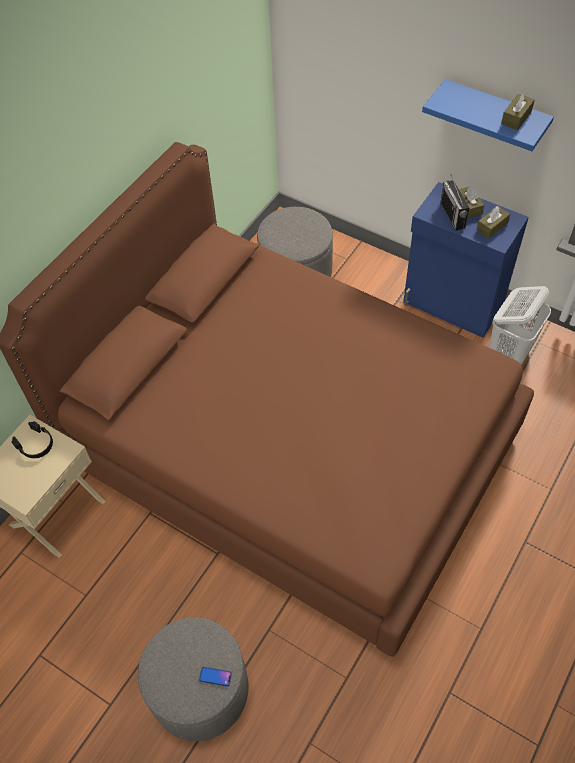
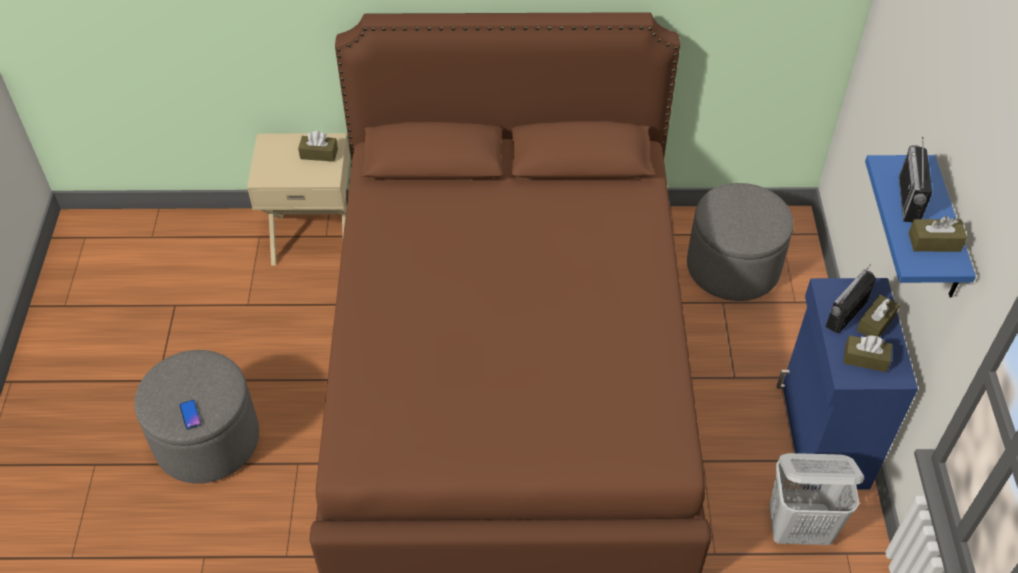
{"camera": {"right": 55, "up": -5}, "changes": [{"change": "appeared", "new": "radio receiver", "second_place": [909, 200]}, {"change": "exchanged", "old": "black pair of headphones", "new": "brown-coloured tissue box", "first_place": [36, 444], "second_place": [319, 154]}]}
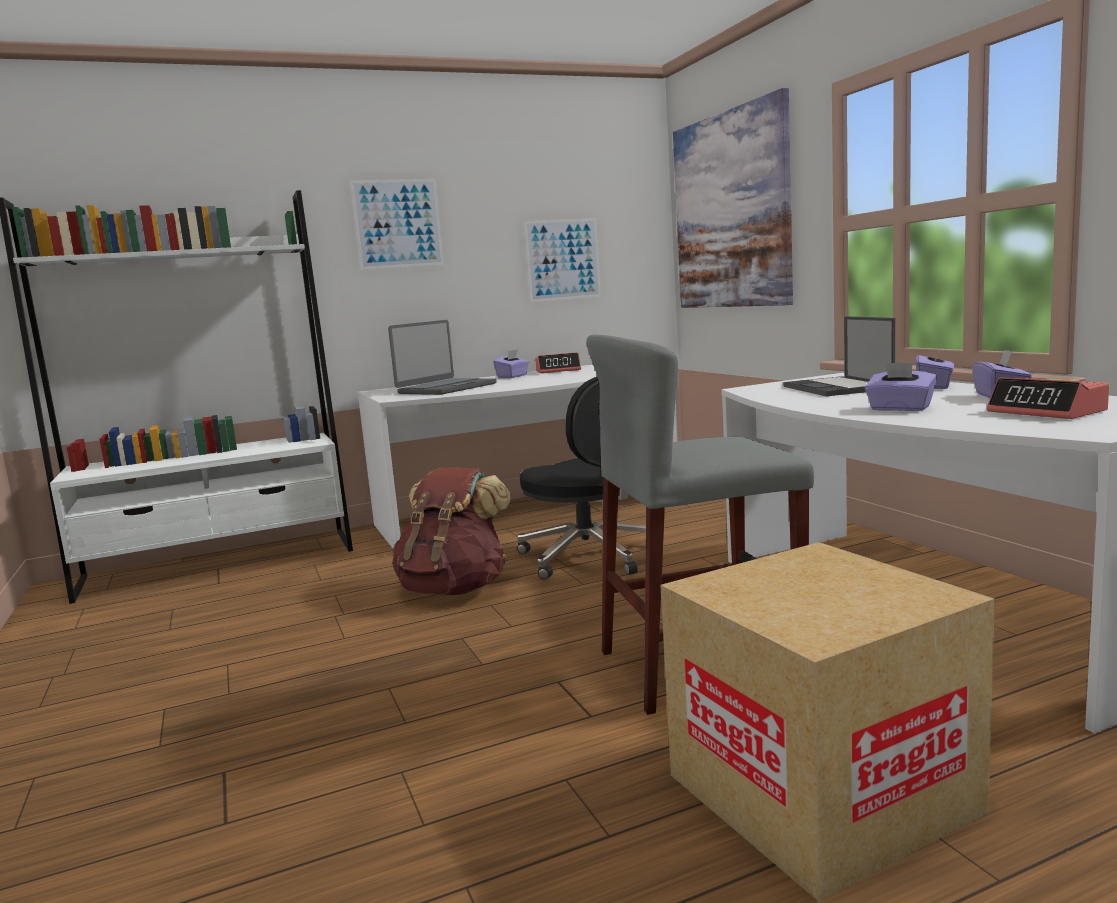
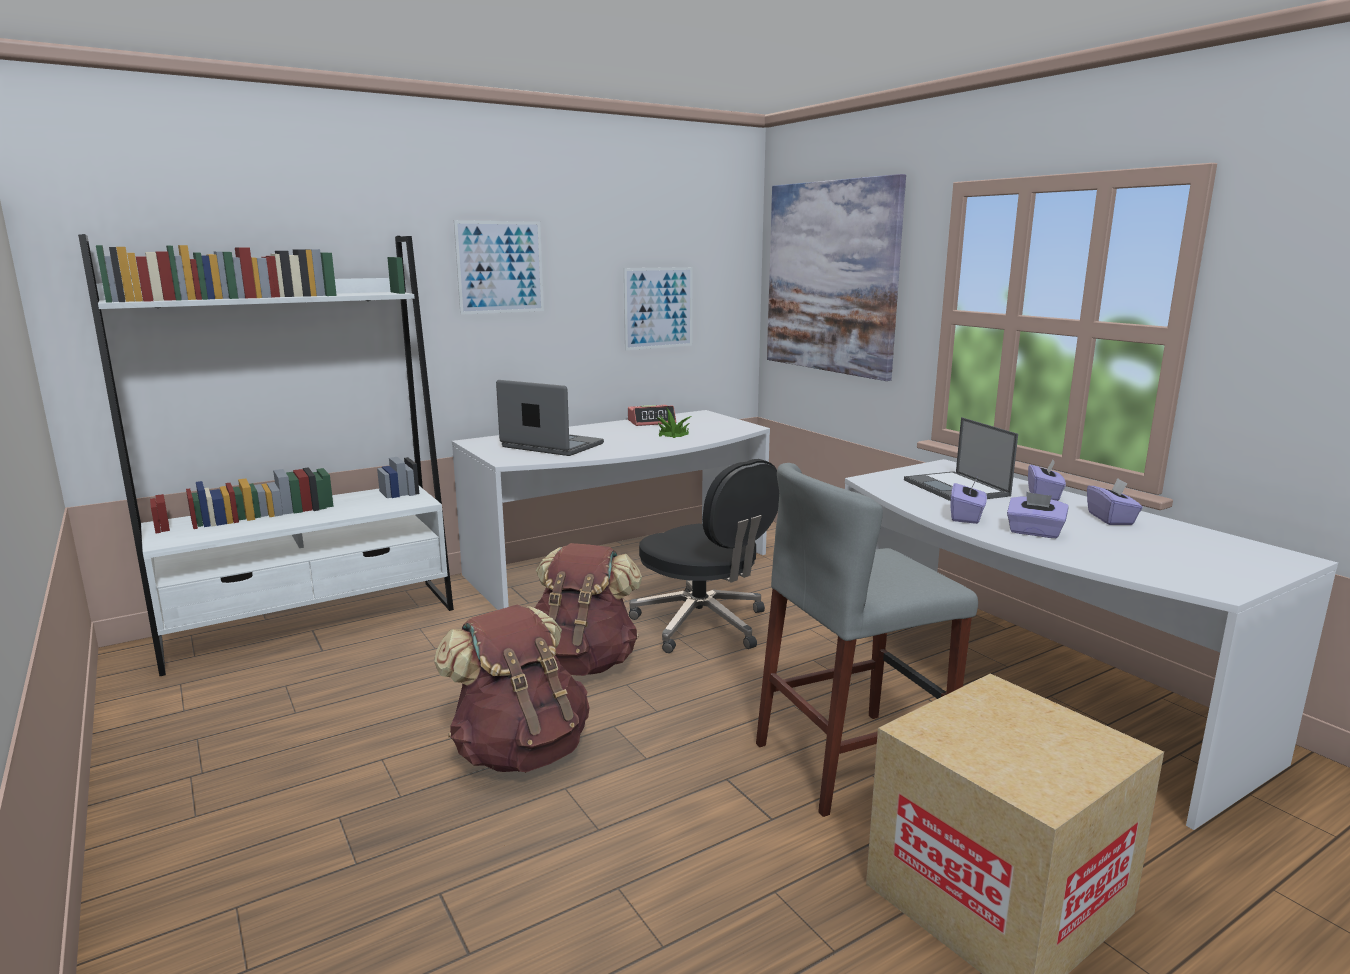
{"camera": {"right": -10, "up": 5}, "changes": [{"change": "missing", "old": "bedside clock", "first_place": [1047, 412]}, {"change": "appeared", "new": "brown-coloured knapsack", "second_place": [520, 750]}, {"change": "appeared", "new": "potted plant", "second_place": [673, 434]}, {"change": "relocated", "old": "purple tissue box", "first_place": [513, 376], "second_place": [966, 517]}, {"change": "spun", "old": "notebook computer", "first_place": [446, 388], "second_place": [551, 446], "degrees": -90}]}
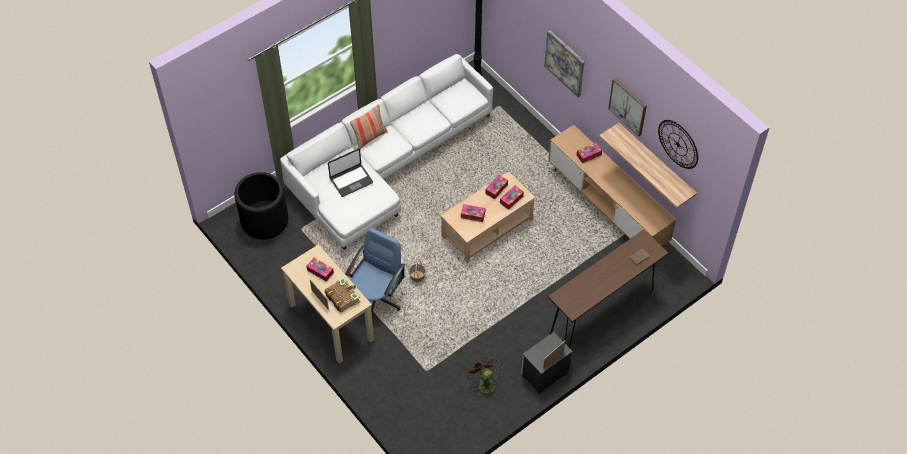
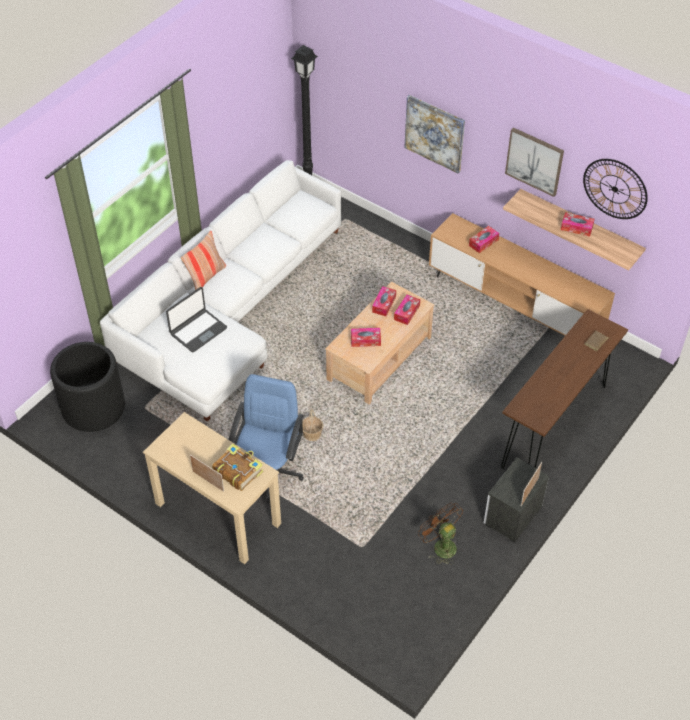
{"camera": {"right": -15, "up": -5}, "changes": [{"change": "relocated", "old": "tissue box", "first_place": [320, 271], "second_place": [576, 228]}]}
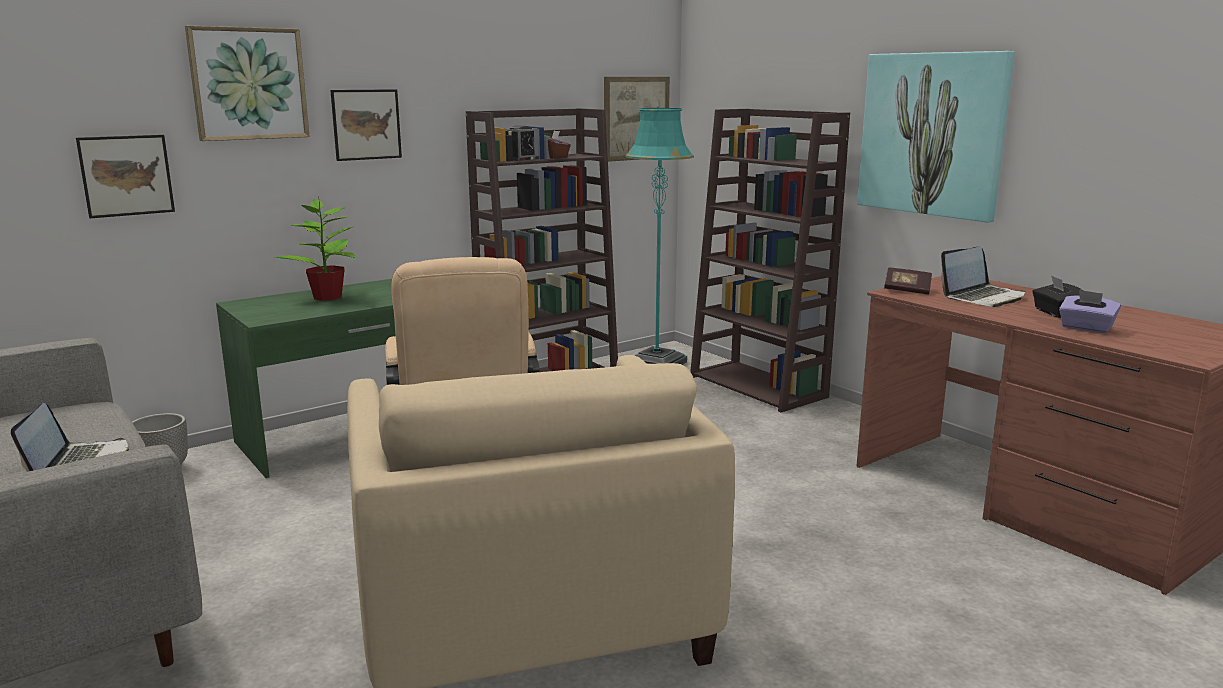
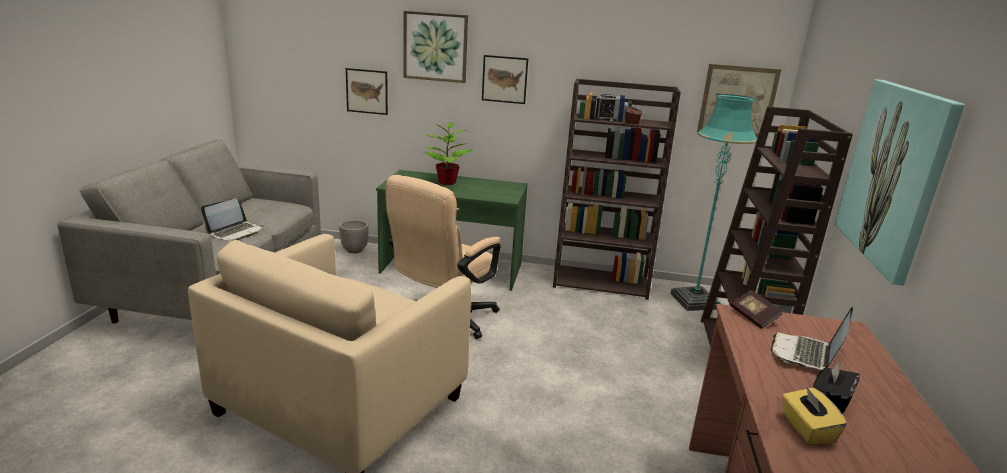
{"camera": {"right": 45, "up": 5}, "changes": [{"change": "colour", "old": "purple tissue box", "new": "yellow tissue box", "first_place": [1086, 328], "second_place": [806, 429]}, {"change": "spun", "old": "notebook computer", "first_place": [983, 297], "second_place": [806, 354], "degrees": 105}]}
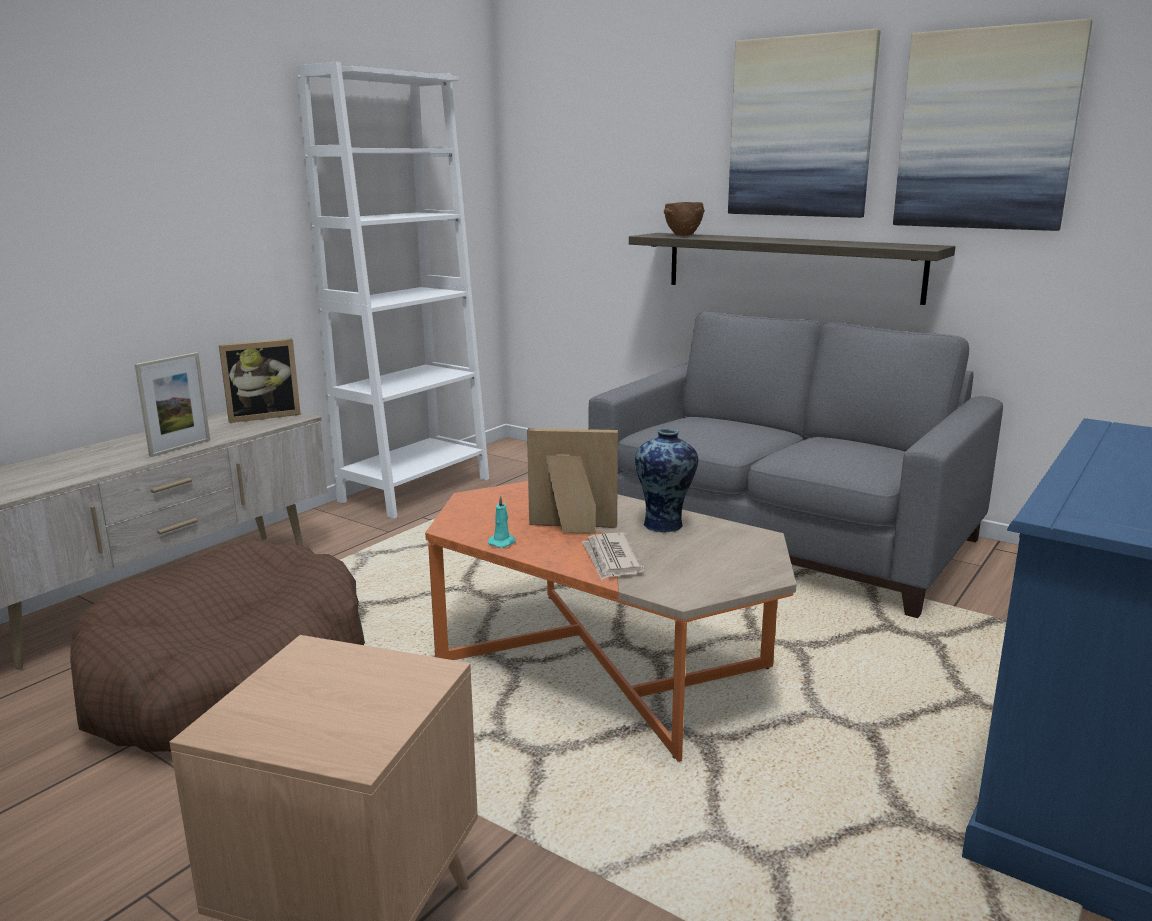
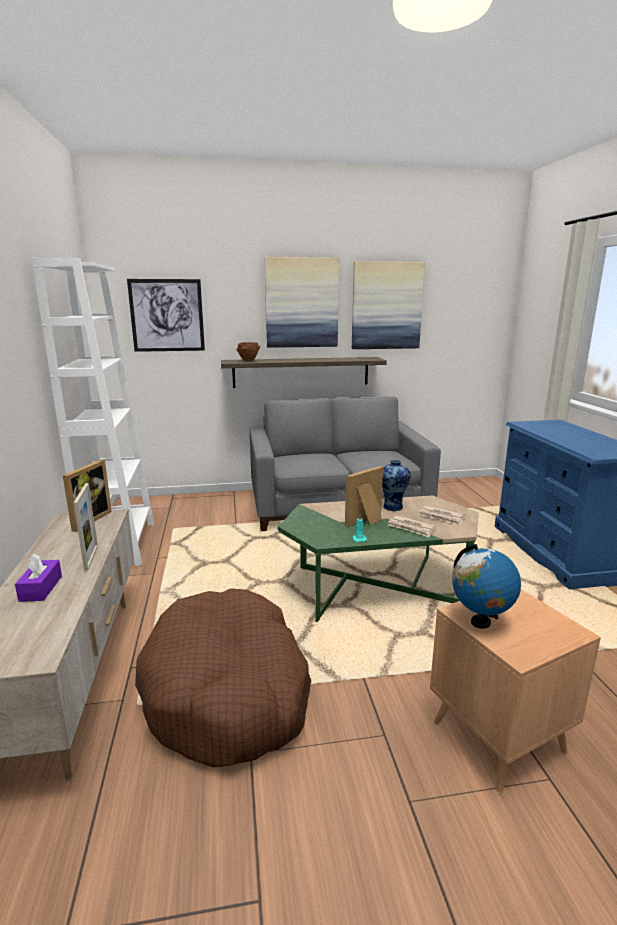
{"camera": {"right": -45, "up": 0}, "changes": [{"change": "appeared", "new": "purple tissue box", "second_place": [41, 588]}, {"change": "appeared", "new": "picture", "second_place": [167, 315]}, {"change": "appeared", "new": "printed paper", "second_place": [441, 517]}, {"change": "appeared", "new": "globe", "second_place": [480, 622]}, {"change": "colour", "old": "orange coffee table", "new": "greenish coffee table", "first_place": [603, 666], "second_place": [377, 586]}]}
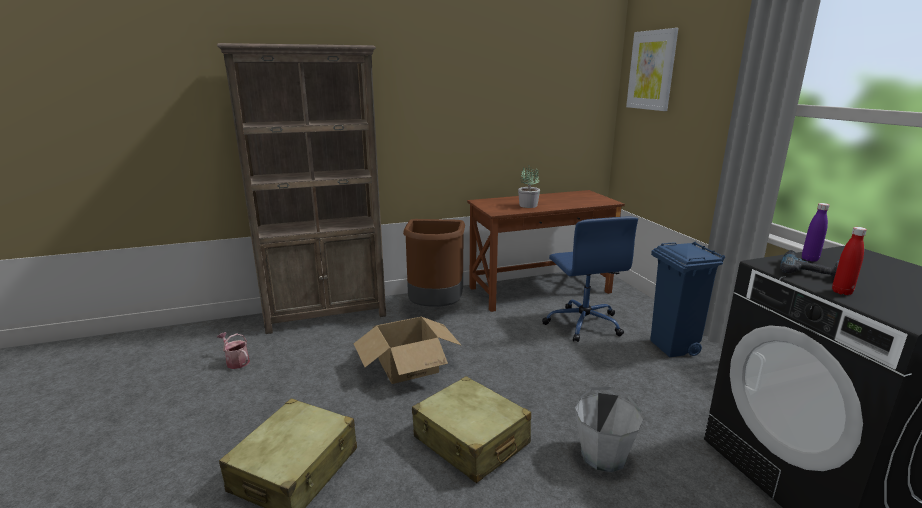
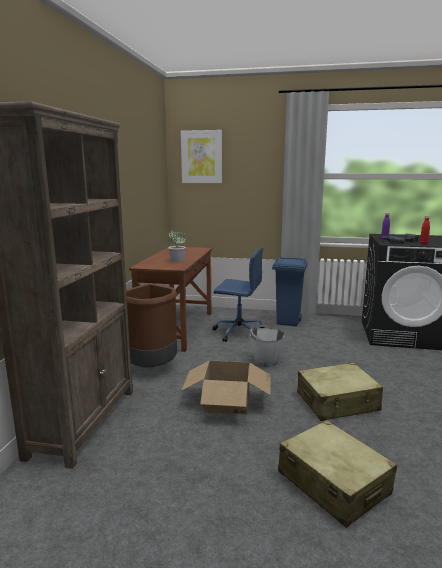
{"camera": {"right": -60, "up": -5}, "changes": [{"change": "missing", "old": "watering can", "first_place": [236, 361]}, {"change": "relocated", "old": "grey bucket", "first_place": [603, 455], "second_place": [266, 361]}]}
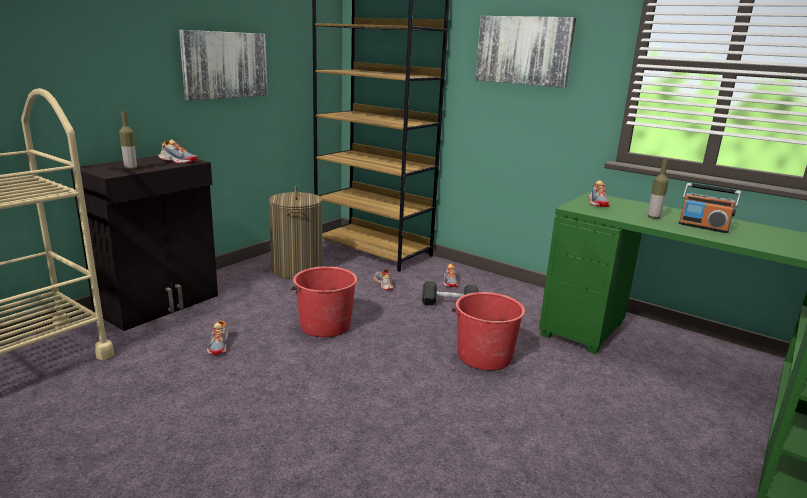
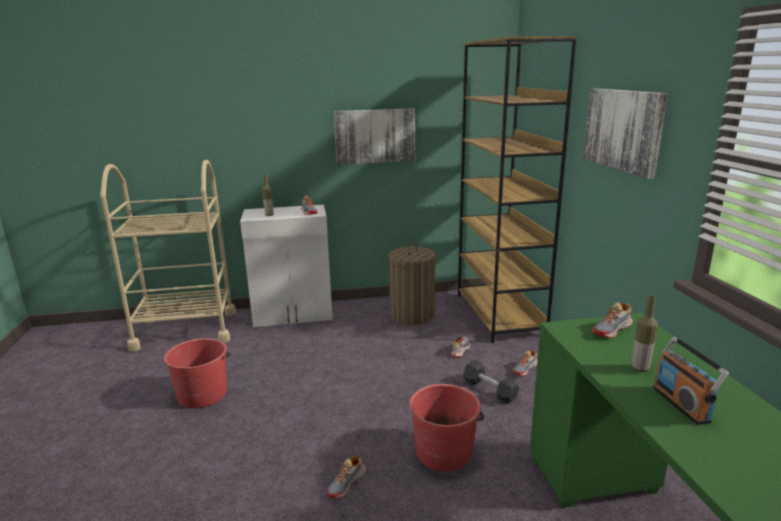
{"camera": {"right": 45, "up": 0}, "changes": [{"change": "relocated", "old": "low shoe", "first_place": [219, 345], "second_place": [347, 483]}, {"change": "relocated", "old": "red bucket", "first_place": [324, 325], "second_place": [202, 394]}, {"change": "colour", "old": "black storage cabinet", "new": "white storage cabinet", "first_place": [160, 304], "second_place": [293, 315]}]}
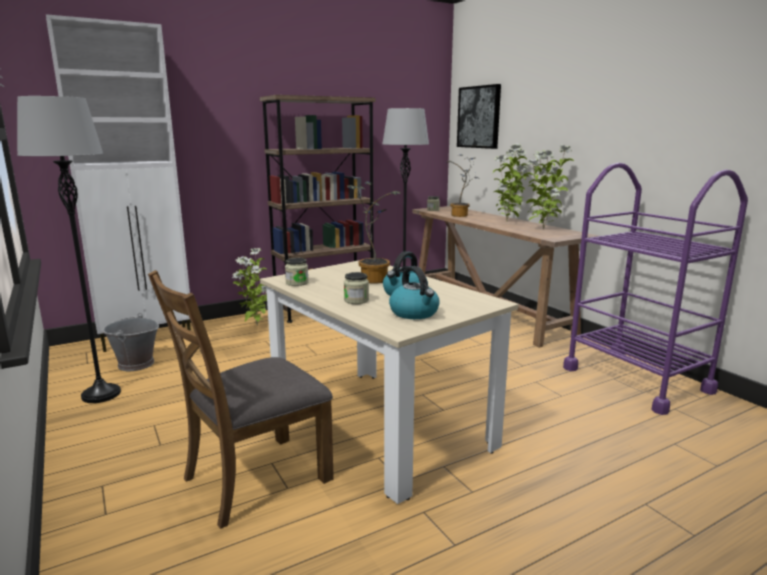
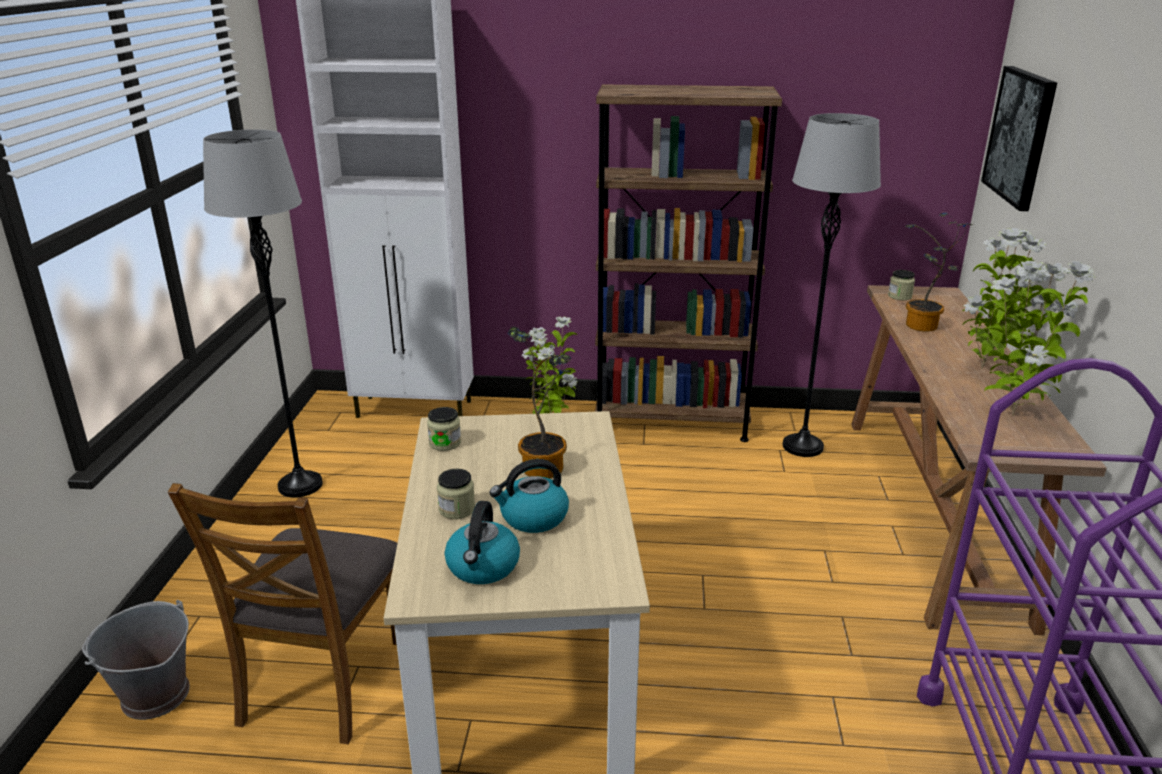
{"camera": {"right": 35, "up": 10}, "changes": [{"change": "relocated", "old": "grey bucket", "first_place": [135, 364], "second_place": [154, 695]}, {"change": "spun", "old": "brown-coloured plain chair", "first_place": [255, 478], "second_place": [324, 680], "degrees": -75}]}
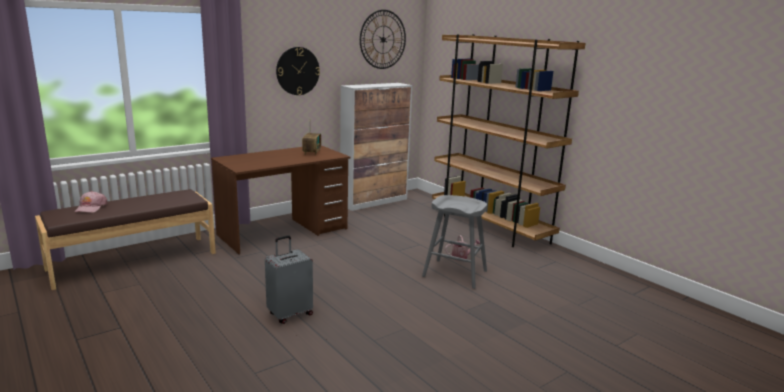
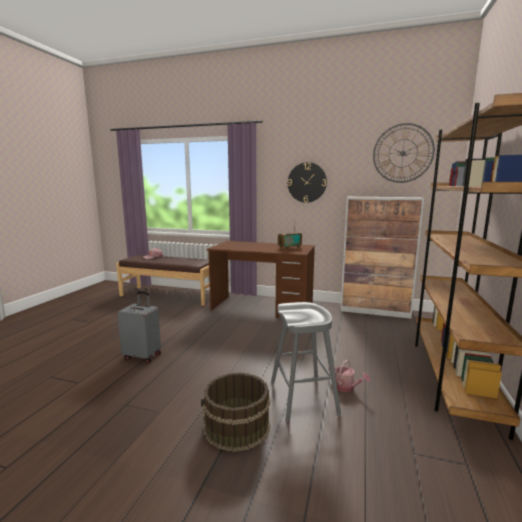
{"camera": {"right": 55, "up": -5}, "changes": [{"change": "appeared", "new": "brown-coloured bucket", "second_place": [237, 427]}]}
